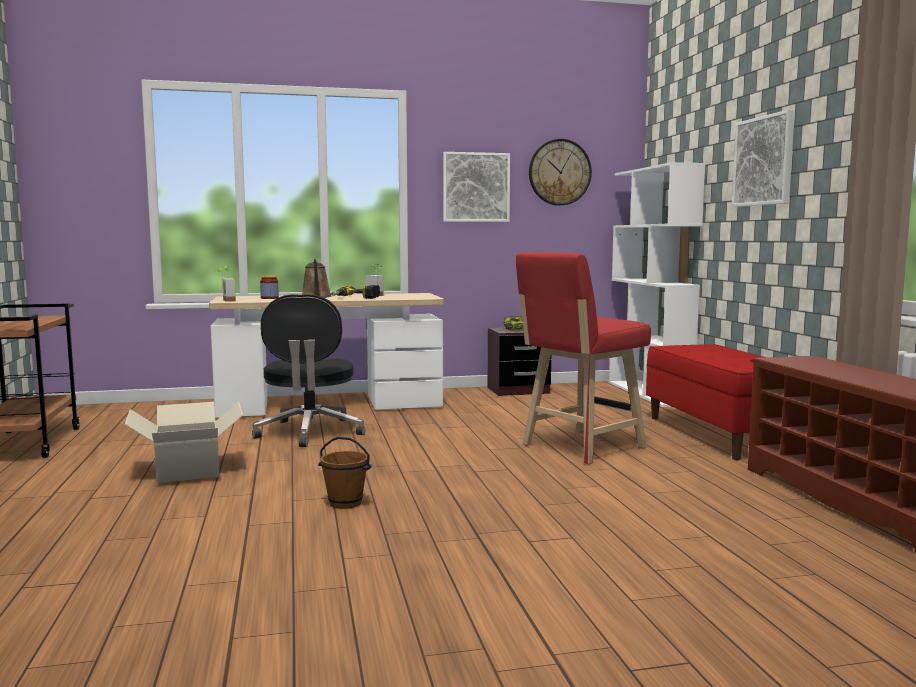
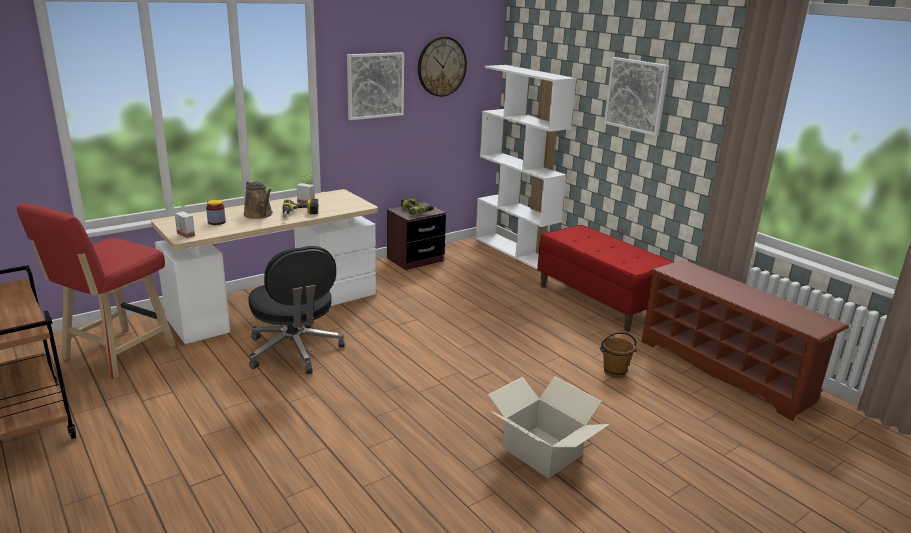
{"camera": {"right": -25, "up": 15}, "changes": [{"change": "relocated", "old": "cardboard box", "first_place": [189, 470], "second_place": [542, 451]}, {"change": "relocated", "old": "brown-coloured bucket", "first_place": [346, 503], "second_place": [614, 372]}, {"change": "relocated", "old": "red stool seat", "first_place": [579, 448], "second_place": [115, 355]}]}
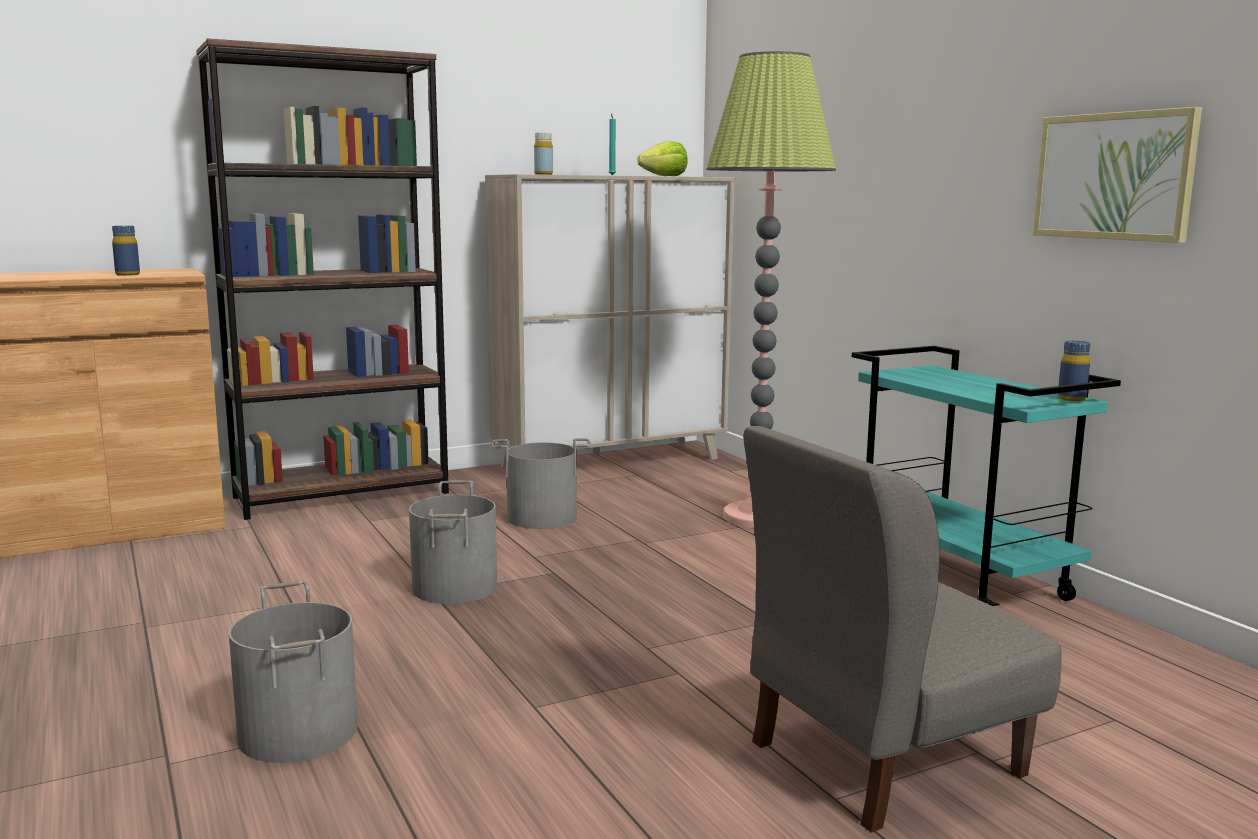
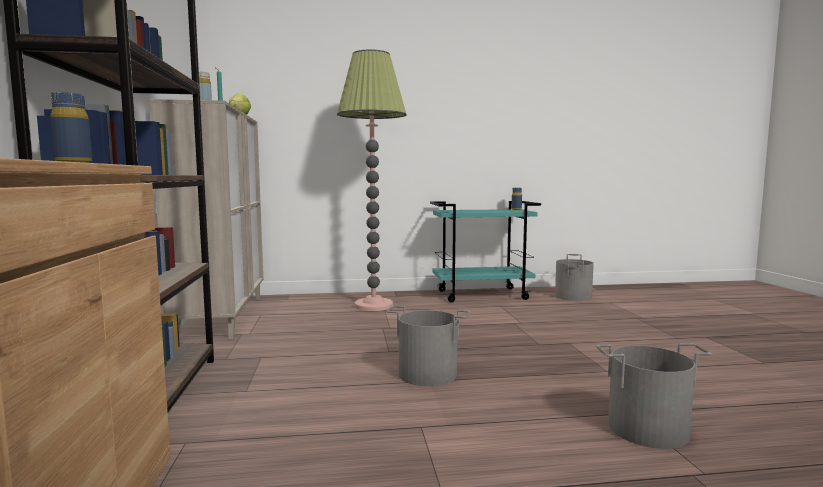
{"camera": {"right": -70, "up": -5}, "changes": [{"change": "missing", "old": "grey plain chair", "first_place": [883, 757]}, {"change": "missing", "old": "picture", "first_place": [1114, 176]}, {"change": "relocated", "old": "grey bucket", "first_place": [542, 517], "second_place": [572, 296]}]}
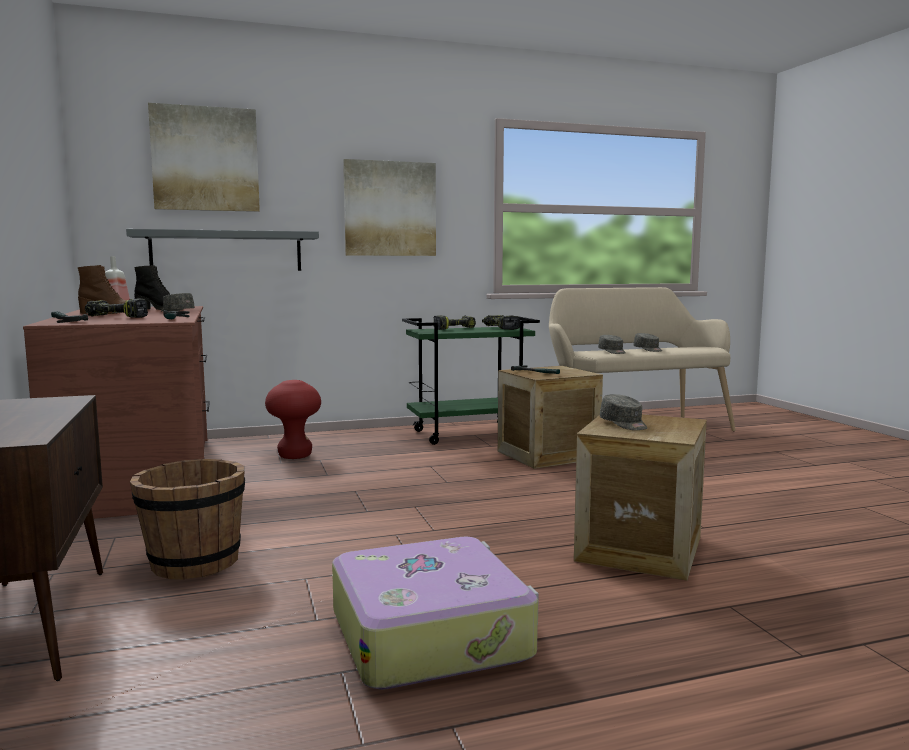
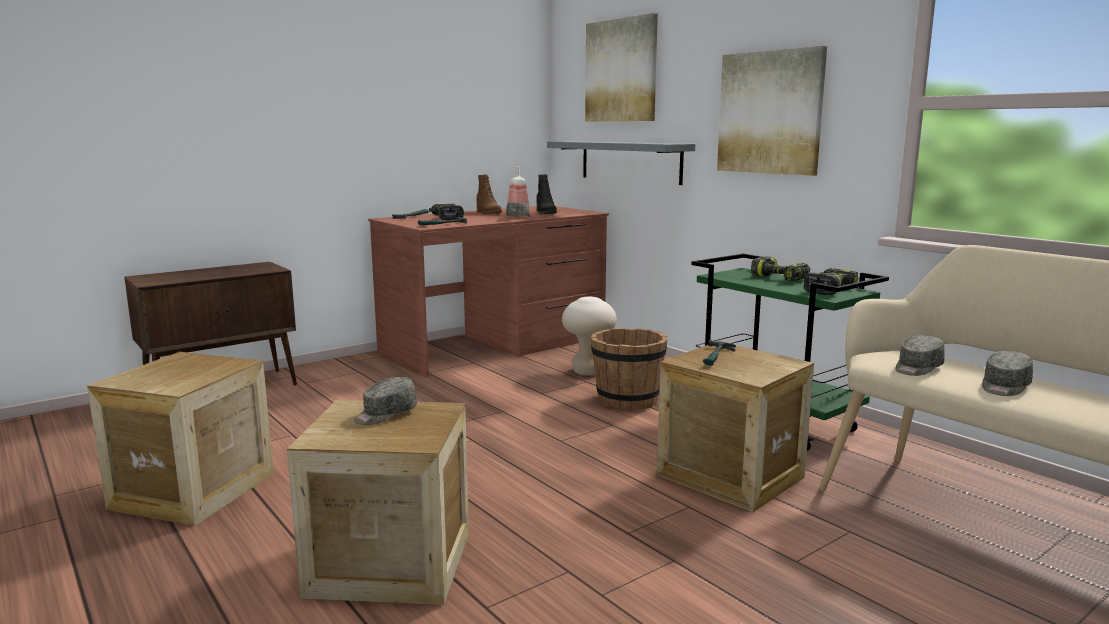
{"camera": {"right": 70, "up": 5}, "changes": [{"change": "relocated", "old": "brown-coloured bucket", "first_place": [194, 563], "second_place": [627, 400]}, {"change": "exchanged", "old": "piece of luggage", "new": "crate", "first_place": [431, 633], "second_place": [193, 490]}, {"change": "colour", "old": "red stool seat", "new": "sand-coloured stool seat", "first_place": [295, 456], "second_place": [588, 372]}]}
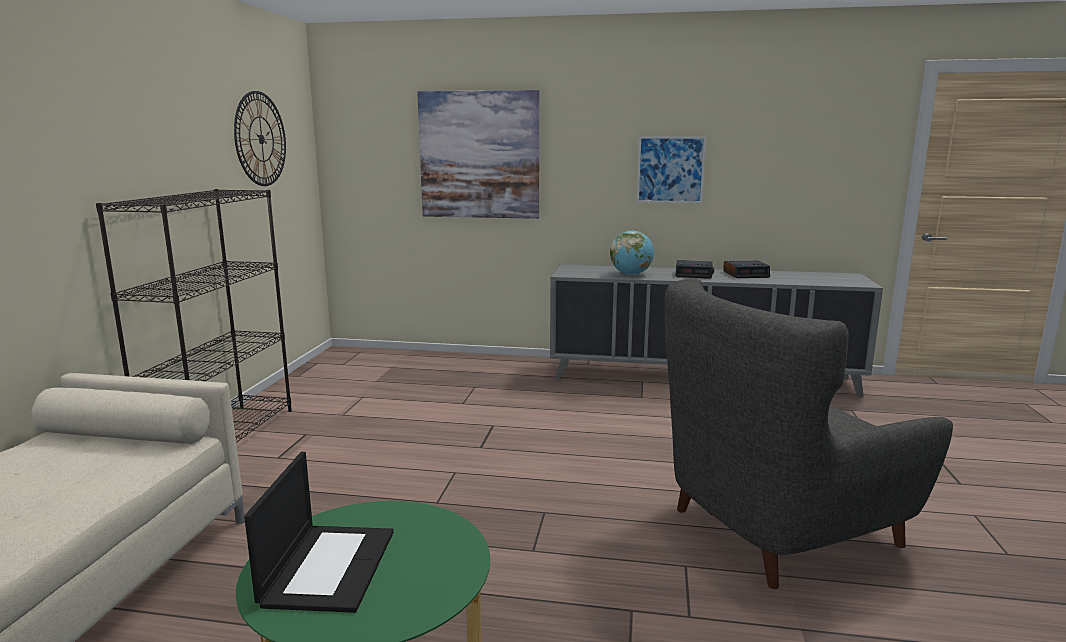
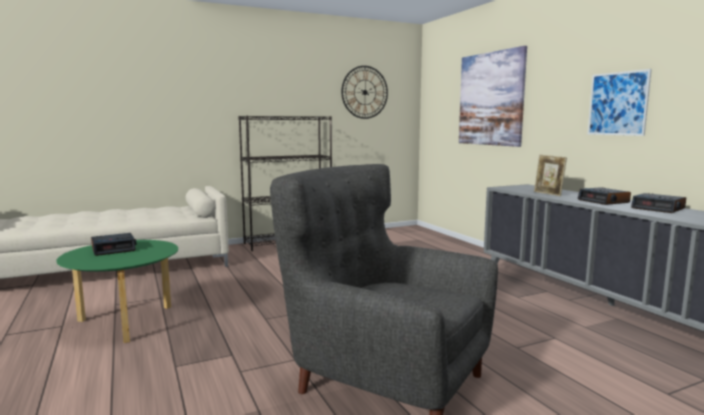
{"camera": {"right": 55, "up": -5}, "changes": [{"change": "exchanged", "old": "notebook computer", "new": "bedside clock", "first_place": [328, 566], "second_place": [114, 249]}, {"change": "exchanged", "old": "globe", "new": "standing frame", "first_place": [631, 274], "second_place": [548, 194]}]}
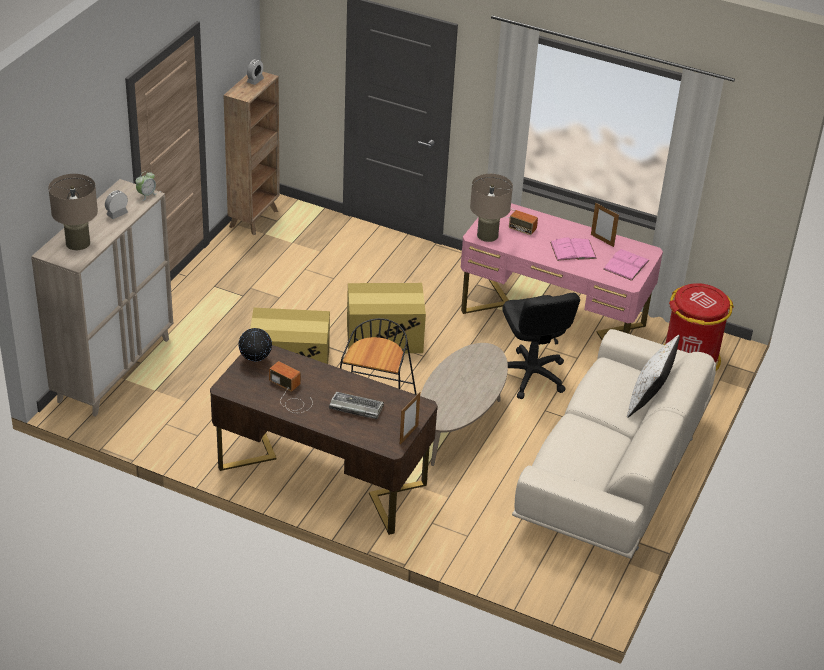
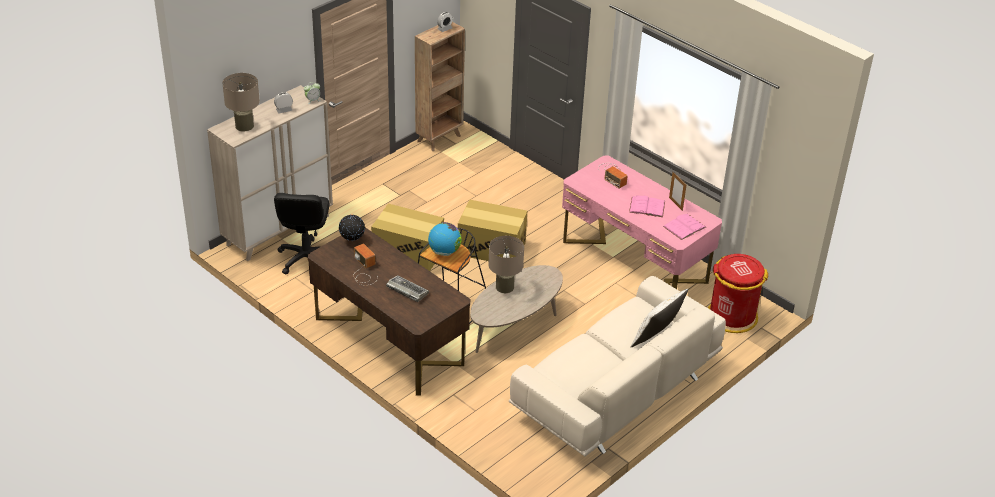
{"camera": {"right": 20, "up": 0}, "changes": [{"change": "missing", "old": "standing frame", "first_place": [408, 435]}, {"change": "appeared", "new": "globe", "second_place": [444, 252]}, {"change": "relocated", "old": "sand-coloured lamp for a table", "first_place": [487, 235], "second_place": [505, 287]}, {"change": "relocated", "old": "black computer chair", "first_place": [530, 375], "second_place": [306, 259]}]}
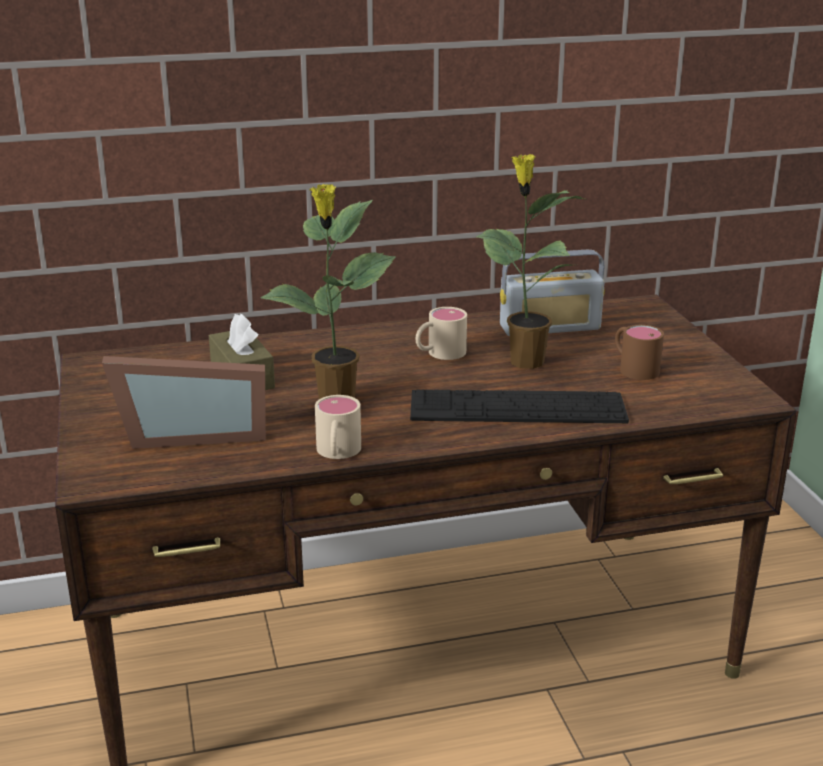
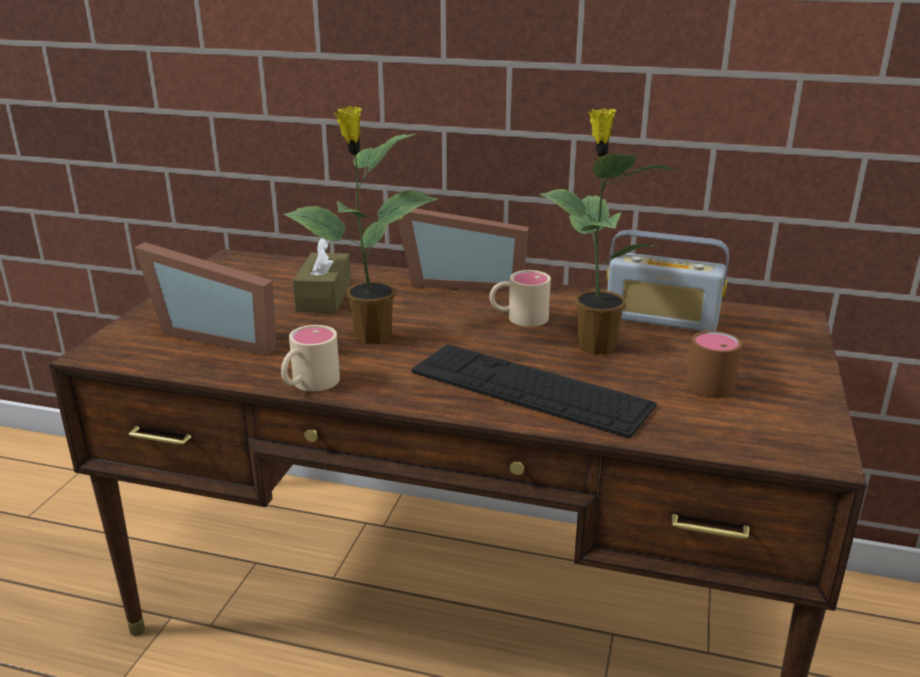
{"camera": {"right": 30, "up": 0}, "changes": [{"change": "appeared", "new": "standing frame", "second_place": [463, 282]}]}
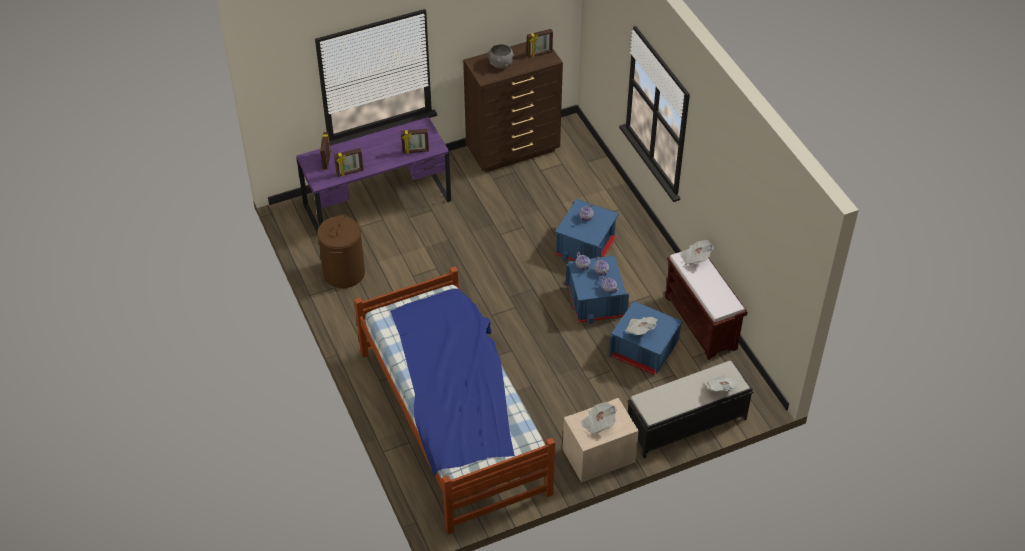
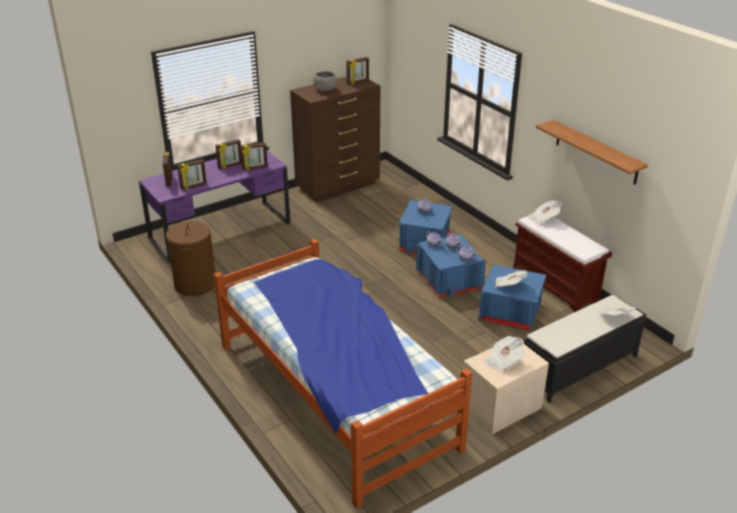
{"camera": {"right": -10, "up": -15}, "changes": [{"change": "appeared", "new": "standing frame", "second_place": [230, 166]}, {"change": "appeared", "new": "wall shelf", "second_place": [596, 152]}]}
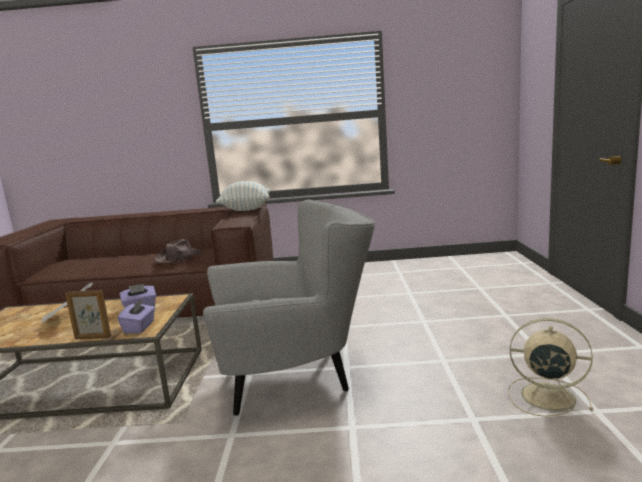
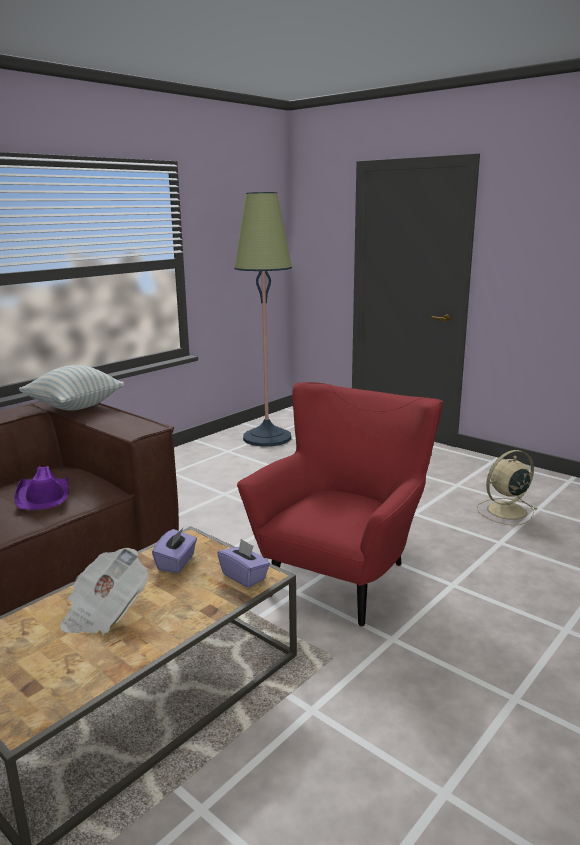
{"camera": {"right": -50, "up": 5}, "changes": [{"change": "missing", "old": "standing frame", "first_place": [92, 338]}, {"change": "appeared", "new": "standard lamp", "second_place": [267, 438]}, {"change": "colour", "old": "brown-coloured hat", "new": "purple hat", "first_place": [179, 257], "second_place": [44, 495]}, {"change": "colour", "old": "grey lounge chair", "new": "red lounge chair", "first_place": [297, 378], "second_place": [344, 574]}]}
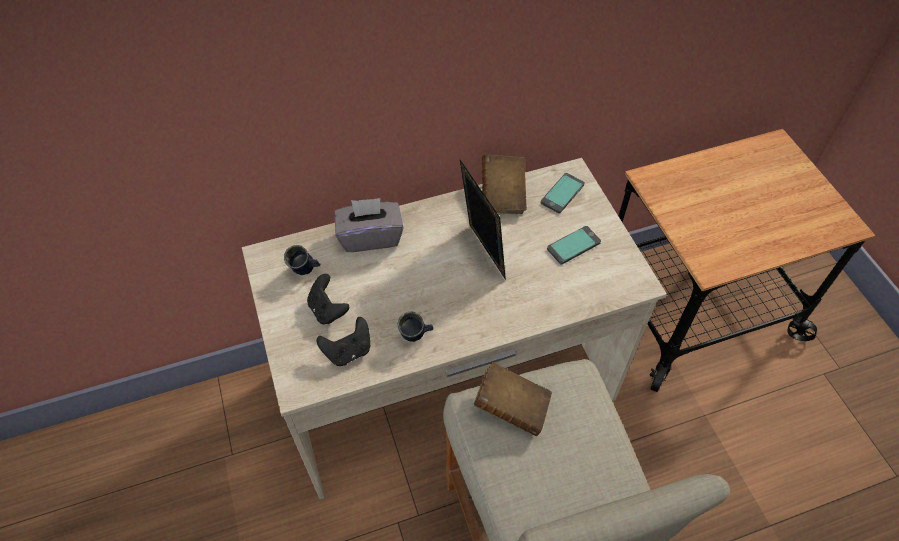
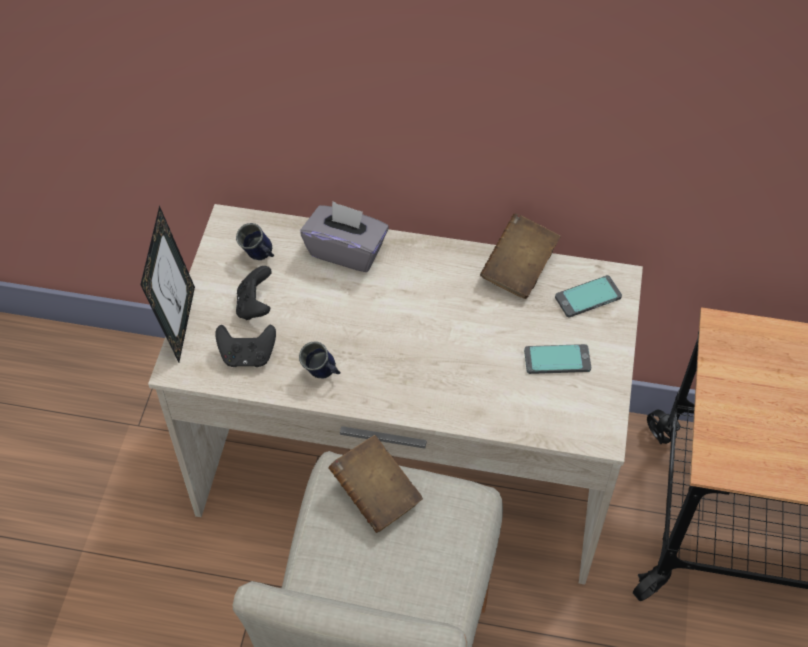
{"camera": {"right": 30, "up": 0}, "changes": [{"change": "relocated", "old": "standing frame", "first_place": [481, 254], "second_place": [179, 323]}]}
